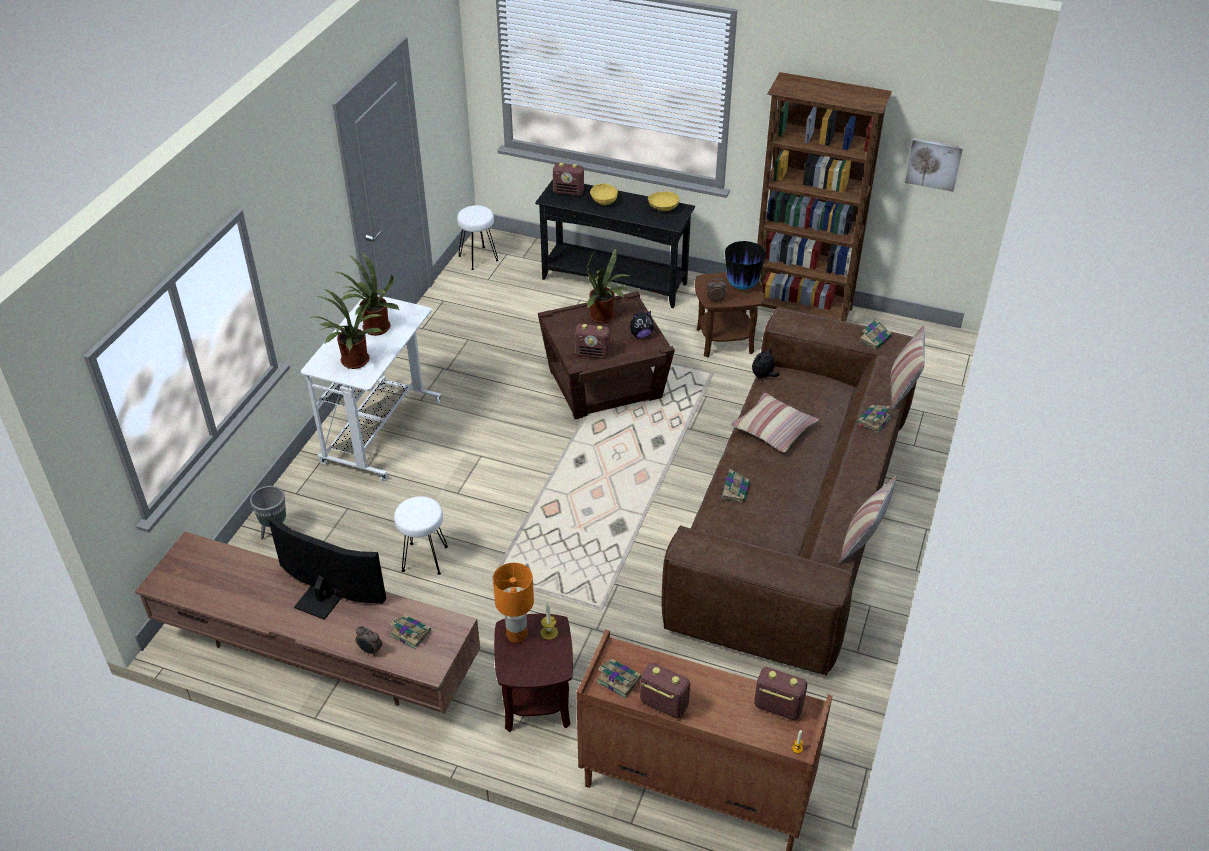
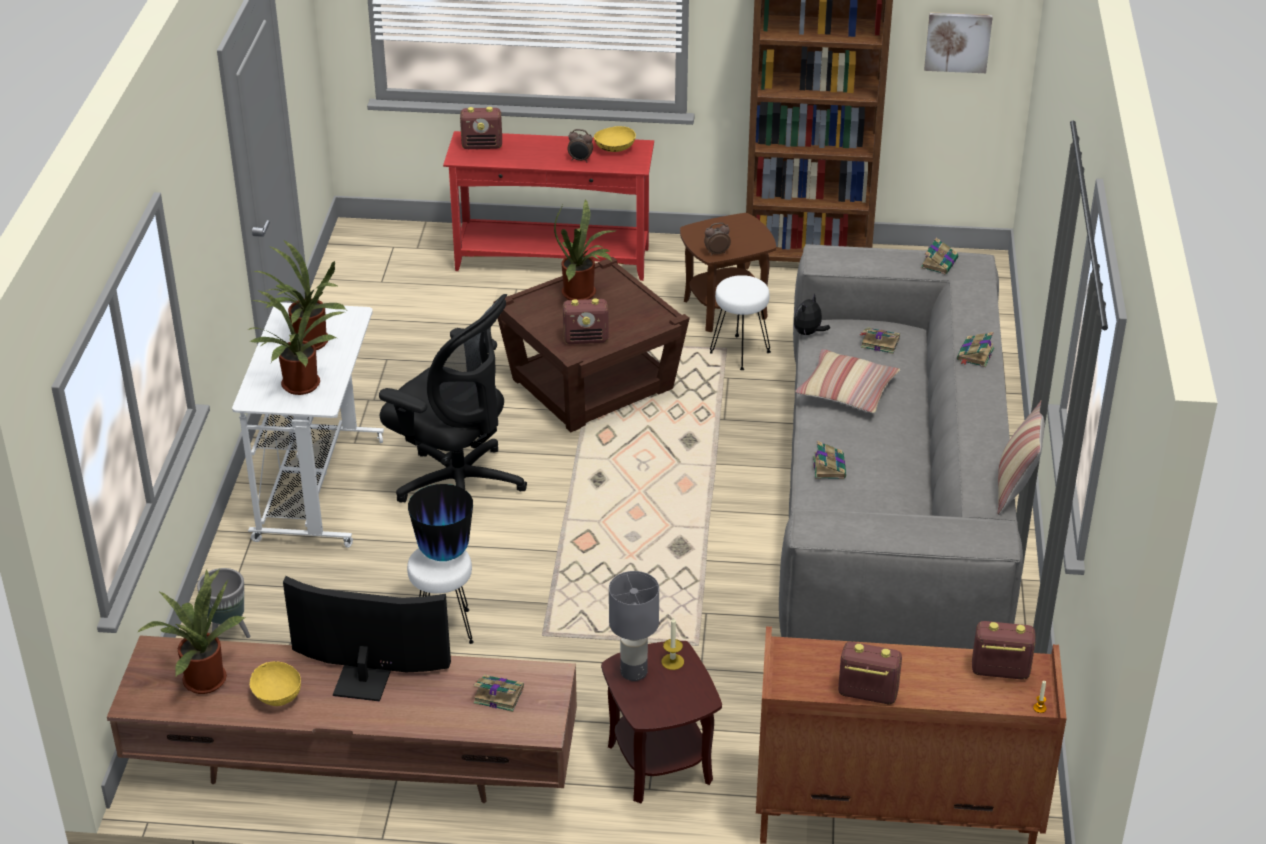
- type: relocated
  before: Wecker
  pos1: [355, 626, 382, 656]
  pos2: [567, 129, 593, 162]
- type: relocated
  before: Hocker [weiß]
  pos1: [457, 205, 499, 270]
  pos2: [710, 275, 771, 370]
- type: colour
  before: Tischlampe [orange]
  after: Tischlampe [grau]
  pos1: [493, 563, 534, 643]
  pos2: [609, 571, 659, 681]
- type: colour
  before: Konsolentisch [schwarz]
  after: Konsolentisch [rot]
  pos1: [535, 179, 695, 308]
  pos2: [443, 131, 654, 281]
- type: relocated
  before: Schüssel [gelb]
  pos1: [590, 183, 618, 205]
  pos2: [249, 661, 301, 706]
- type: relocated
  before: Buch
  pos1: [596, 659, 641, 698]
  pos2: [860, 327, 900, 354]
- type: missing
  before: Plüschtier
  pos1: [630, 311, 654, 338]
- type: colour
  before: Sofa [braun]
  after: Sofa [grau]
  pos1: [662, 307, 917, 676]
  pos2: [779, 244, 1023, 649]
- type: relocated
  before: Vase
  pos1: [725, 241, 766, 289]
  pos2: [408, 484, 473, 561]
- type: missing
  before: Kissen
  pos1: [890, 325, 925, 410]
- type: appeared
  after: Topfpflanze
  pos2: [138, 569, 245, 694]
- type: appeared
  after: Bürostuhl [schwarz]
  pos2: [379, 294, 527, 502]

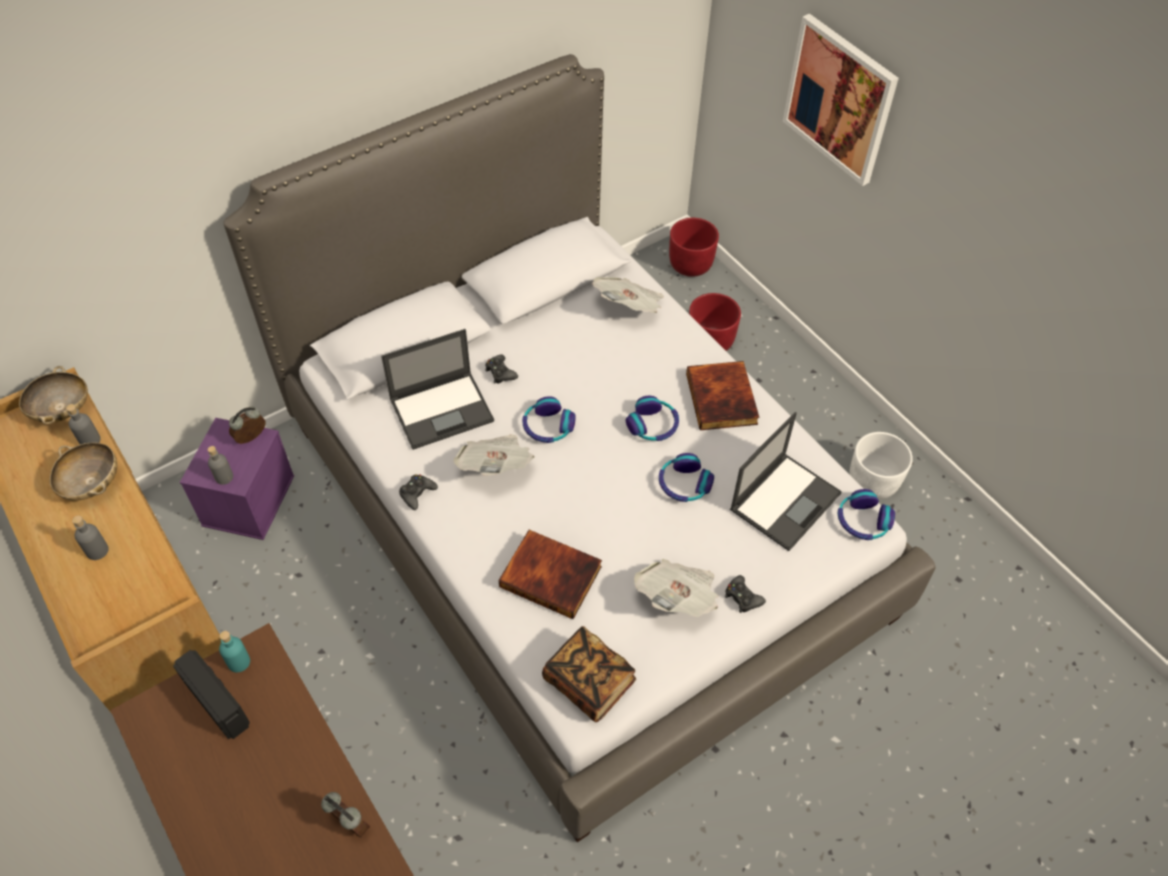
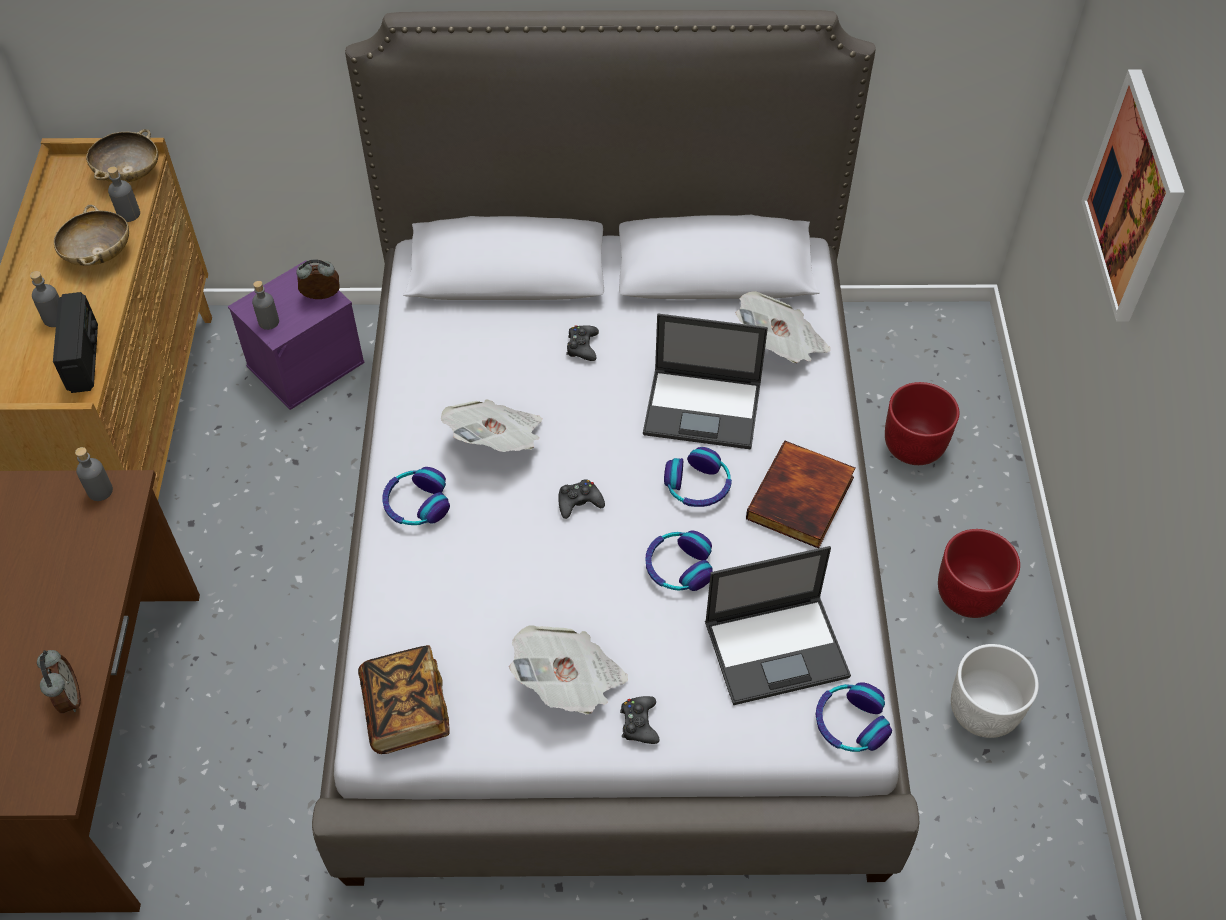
- type: relocated
  before: Radio
  pos1: [173, 650, 250, 739]
  pos2: [53, 292, 98, 393]
- type: colour
  before: Flasche [türkis]
  after: Flasche [grau]
  pos1: [219, 631, 250, 672]
  pos2: [75, 447, 113, 501]
- type: relocated
  before: Laptop
  pos1: [381, 329, 494, 450]
  pos2: [643, 314, 768, 449]
- type: relocated
  before: Gamepad [schwarz]
  pos1: [399, 474, 438, 510]
  pos2: [558, 479, 605, 519]
- type: missing
  before: Buch
  pos1: [499, 530, 602, 619]
- type: relocated
  before: Kopfhörer
  pos1: [522, 396, 576, 443]
  pos2: [382, 467, 450, 525]
- type: relocated
  before: Pflanzkübel [rot]
  pos1: [669, 218, 719, 277]
  pos2: [938, 529, 1020, 618]

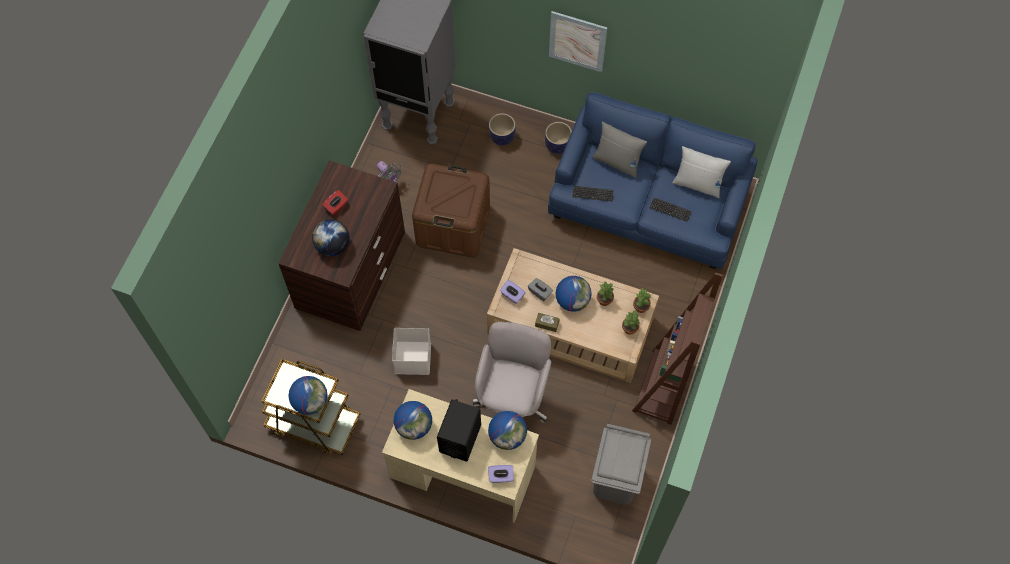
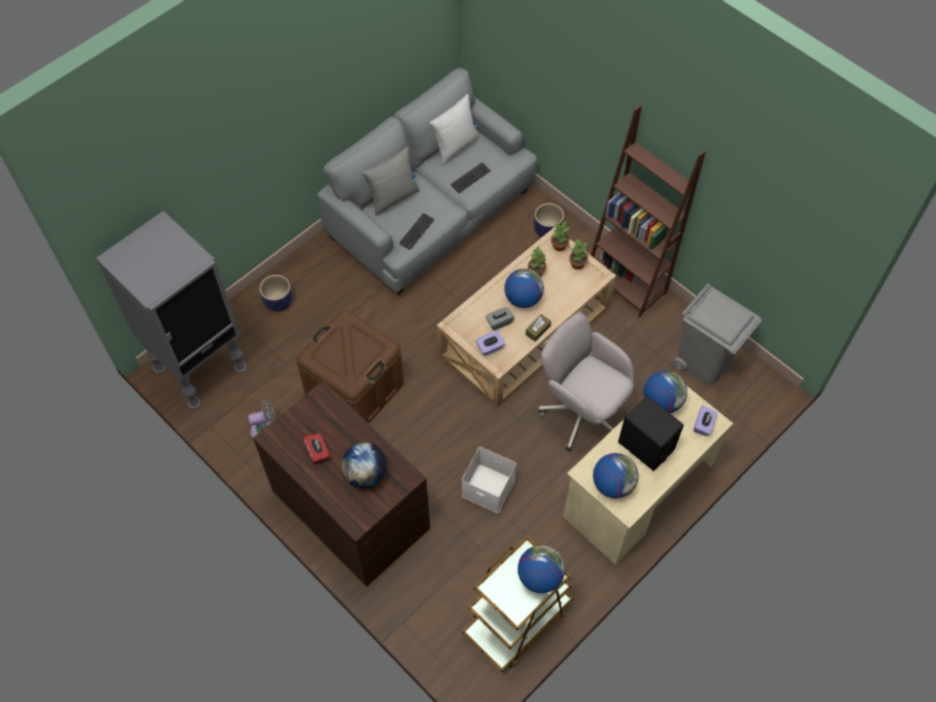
- type: relocated
  before: Pflanzkübel
  pos1: [545, 122, 572, 154]
  pos2: [534, 203, 564, 238]
- type: colour
  before: Sofa [blau]
  after: Sofa [grau]
  pos1: [548, 92, 758, 269]
  pos2: [317, 68, 537, 295]
- type: missing
  before: Bild
  pos1: [549, 11, 607, 72]

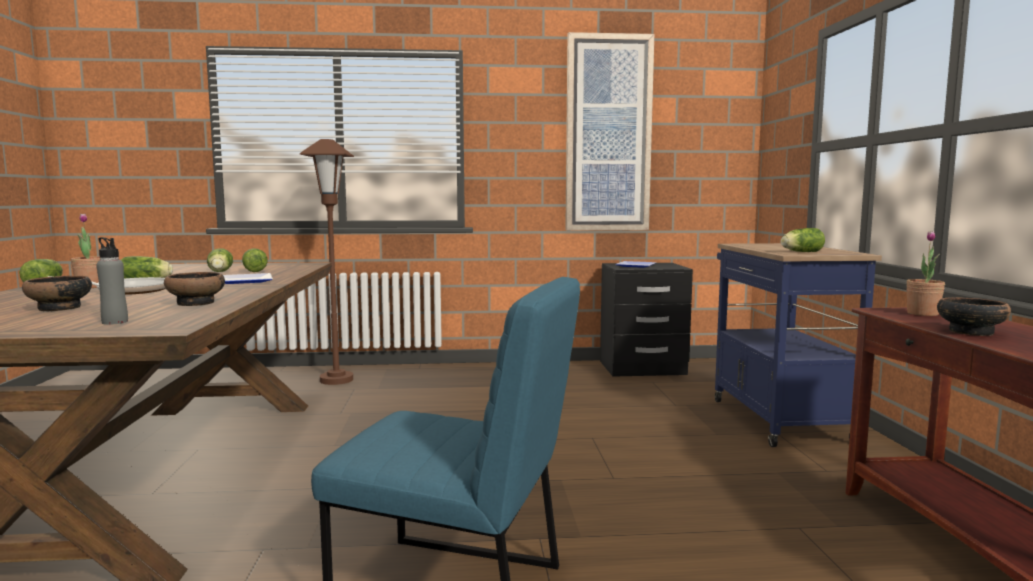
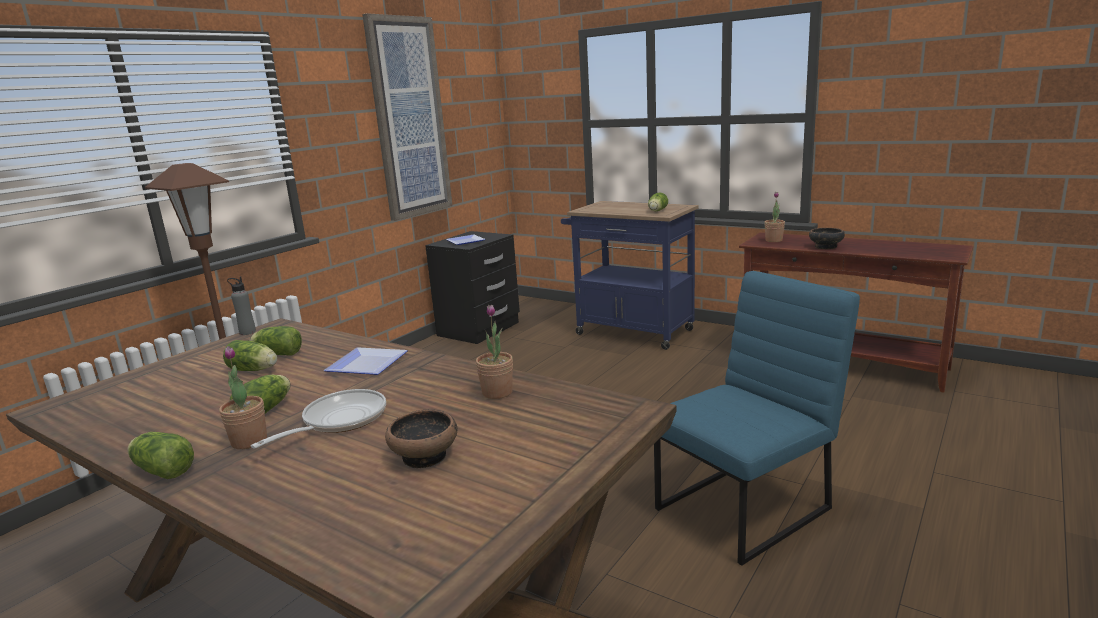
- type: relocated
  before: Flasche [grau]
  pos1: [96, 237, 128, 325]
  pos2: [227, 277, 256, 335]
- type: exchanged
  before: Schüssel
  after: Topfpflanze
  pos1: [164, 272, 225, 306]
  pos2: [476, 305, 513, 399]

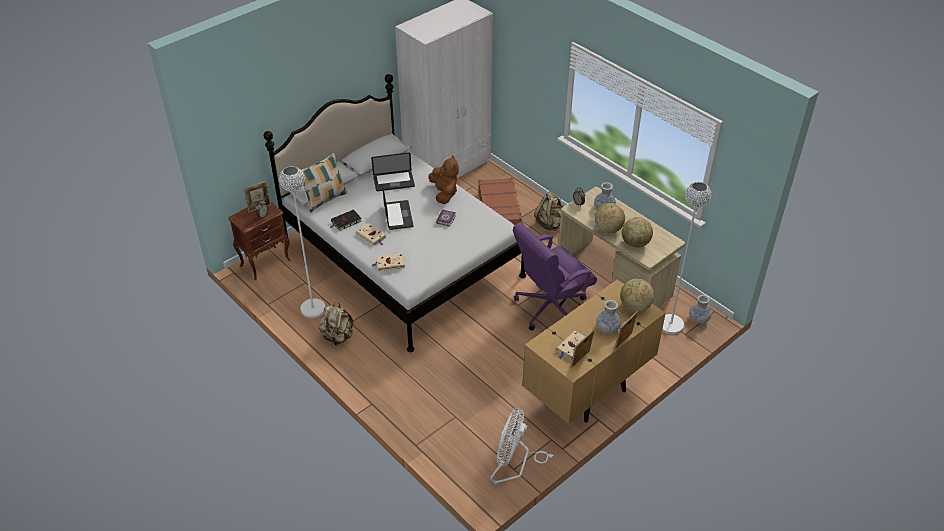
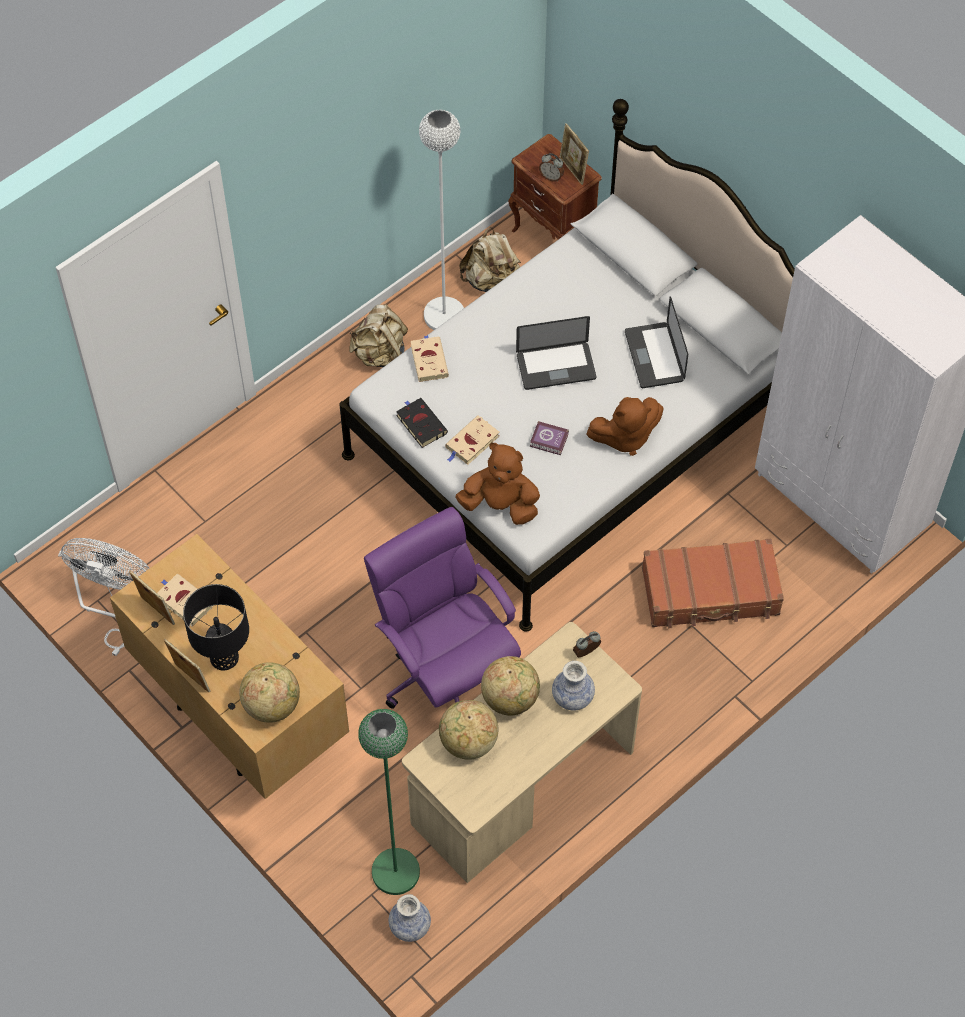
- type: missing
  before: Kissen
  pos1: [301, 153, 347, 213]
- type: relocated
  before: Buch [schwarz]
  pos1: [330, 209, 361, 231]
  pos2: [396, 398, 448, 448]
- type: relocated
  before: Buch [beige]
  pos1: [356, 223, 386, 246]
  pos2: [445, 415, 499, 465]
- type: relocated
  before: Rucksack [beige]
  pos1: [534, 192, 563, 231]
  pos2: [459, 227, 521, 292]
- type: exchanged
  before: Vase
  after: Tischlampe [schwarz]
  pos1: [596, 300, 621, 333]
  pos2: [183, 584, 249, 670]
- type: colour
  before: Stehlampe [weiß]
  after: Stehlampe [grün]
  pos1: [662, 182, 711, 334]
  pos2: [358, 709, 420, 895]
- type: appeared
  after: Plüschtier [braun]
  pos2: [455, 443, 540, 525]

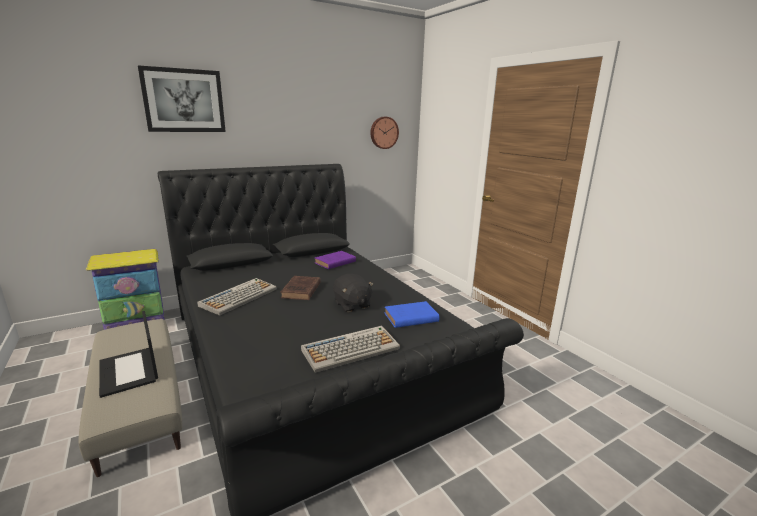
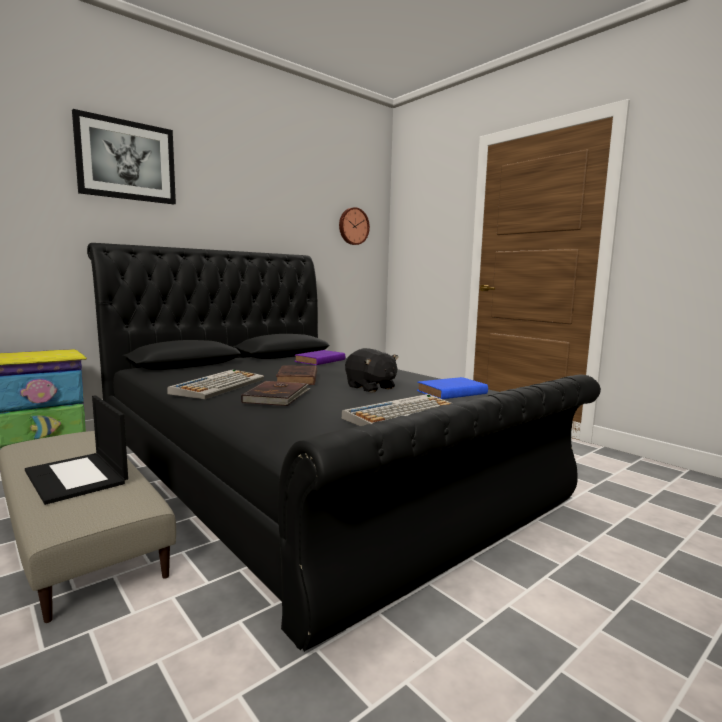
- type: appeared
  after: Buch [braun]
  pos2: [241, 381, 311, 406]

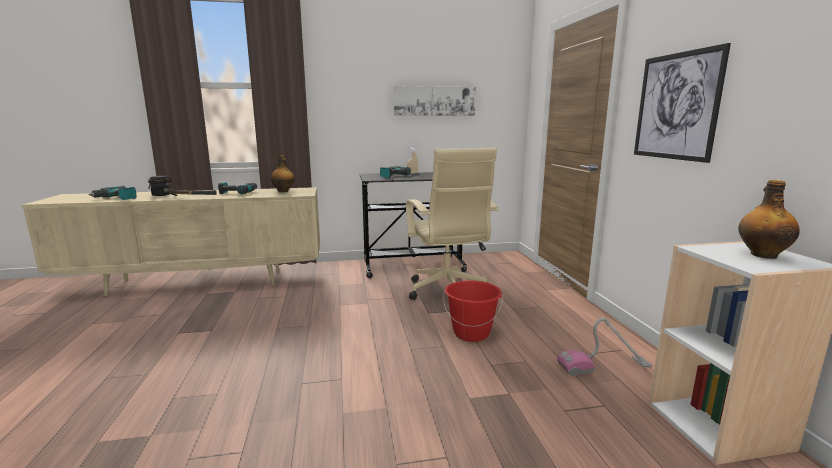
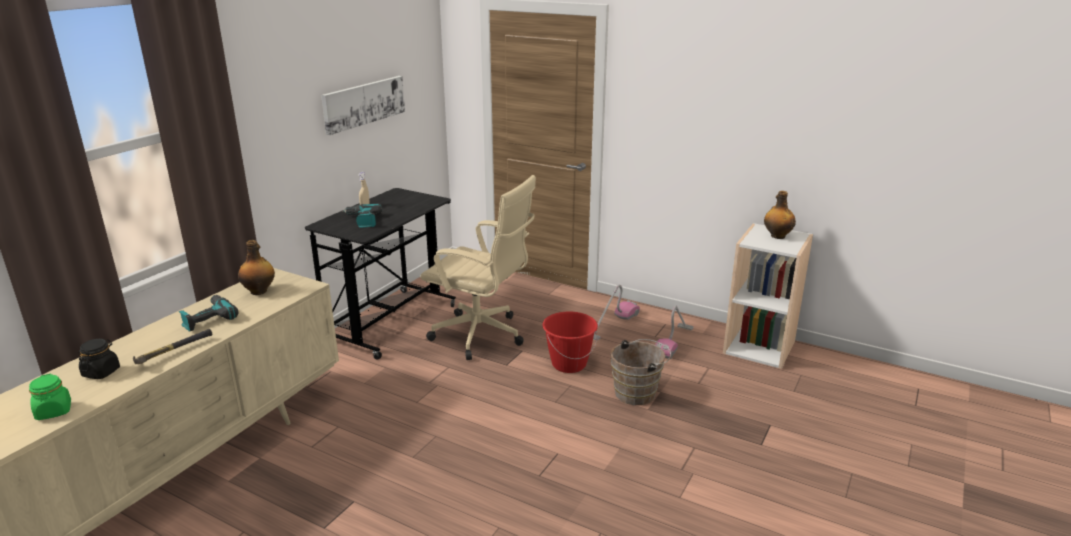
- type: exchanged
  before: Bohrmaschine
  after: Vorratsglas [grün]
  pos1: [88, 186, 137, 200]
  pos2: [29, 374, 71, 420]
- type: missing
  before: Bild
  pos1: [634, 43, 731, 163]
- type: appeared
  after: Staubsauger
  pos2: [593, 285, 640, 340]
- type: appeared
  after: Eimer [braun]
  pos2: [610, 339, 671, 405]

